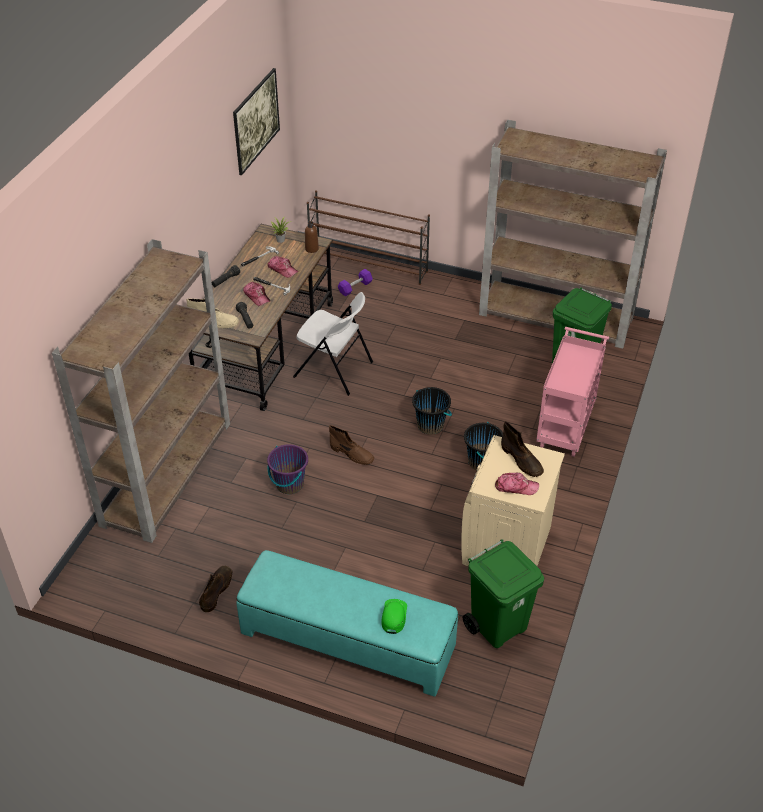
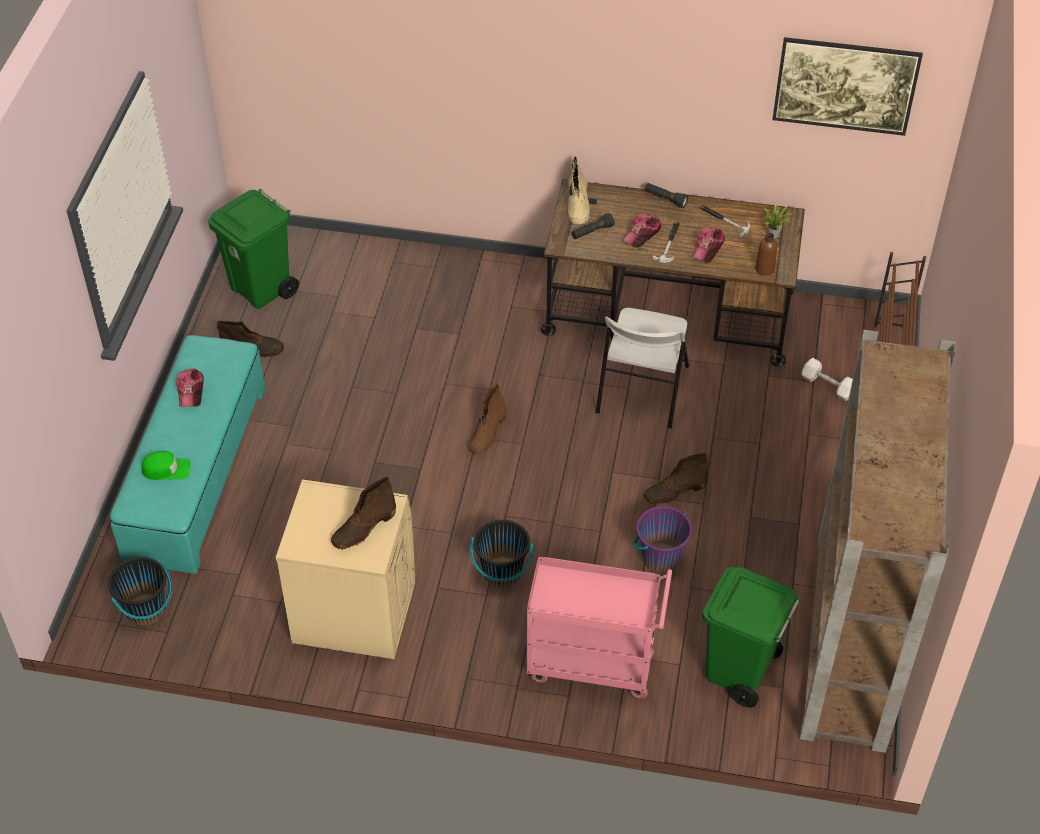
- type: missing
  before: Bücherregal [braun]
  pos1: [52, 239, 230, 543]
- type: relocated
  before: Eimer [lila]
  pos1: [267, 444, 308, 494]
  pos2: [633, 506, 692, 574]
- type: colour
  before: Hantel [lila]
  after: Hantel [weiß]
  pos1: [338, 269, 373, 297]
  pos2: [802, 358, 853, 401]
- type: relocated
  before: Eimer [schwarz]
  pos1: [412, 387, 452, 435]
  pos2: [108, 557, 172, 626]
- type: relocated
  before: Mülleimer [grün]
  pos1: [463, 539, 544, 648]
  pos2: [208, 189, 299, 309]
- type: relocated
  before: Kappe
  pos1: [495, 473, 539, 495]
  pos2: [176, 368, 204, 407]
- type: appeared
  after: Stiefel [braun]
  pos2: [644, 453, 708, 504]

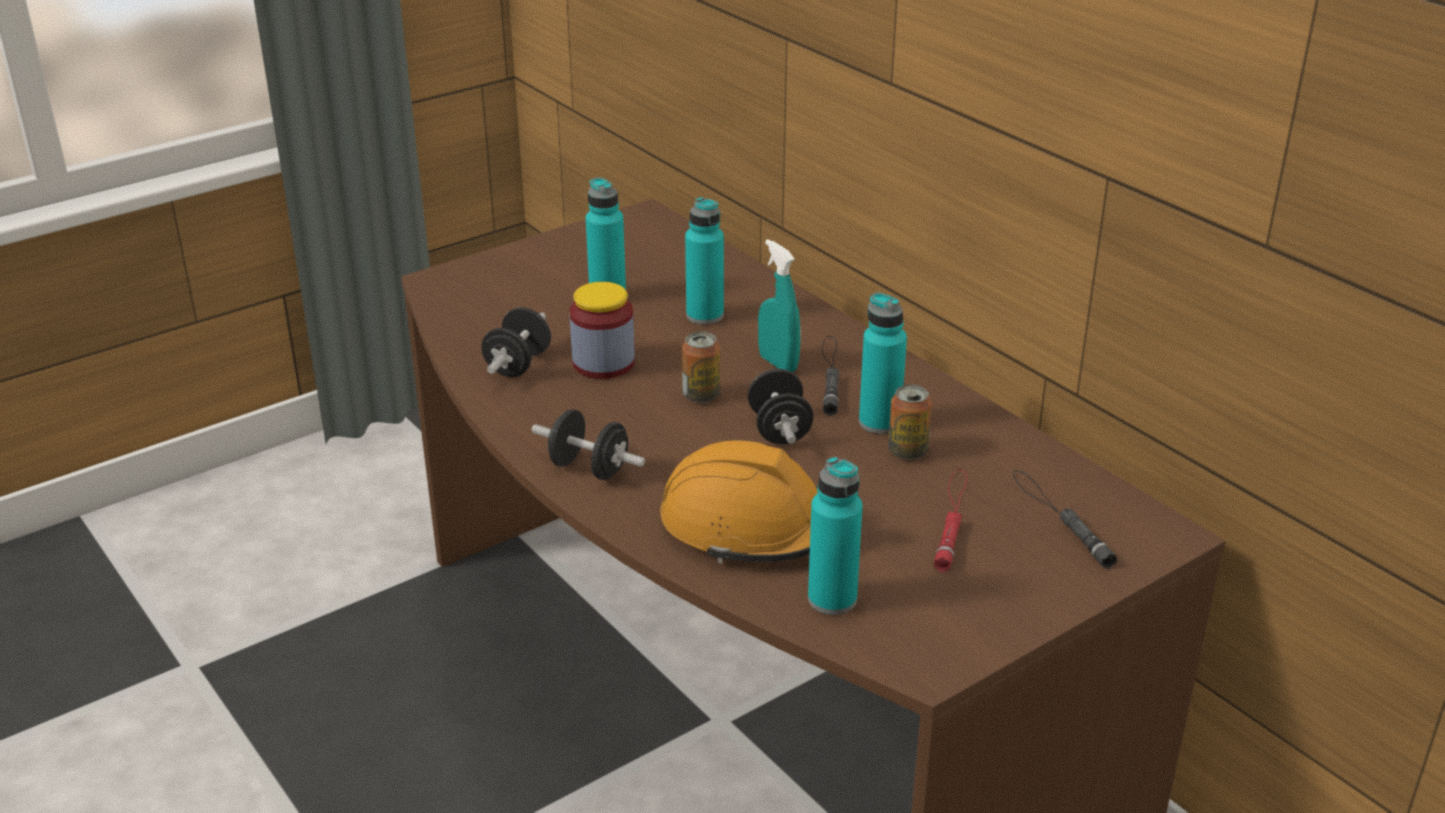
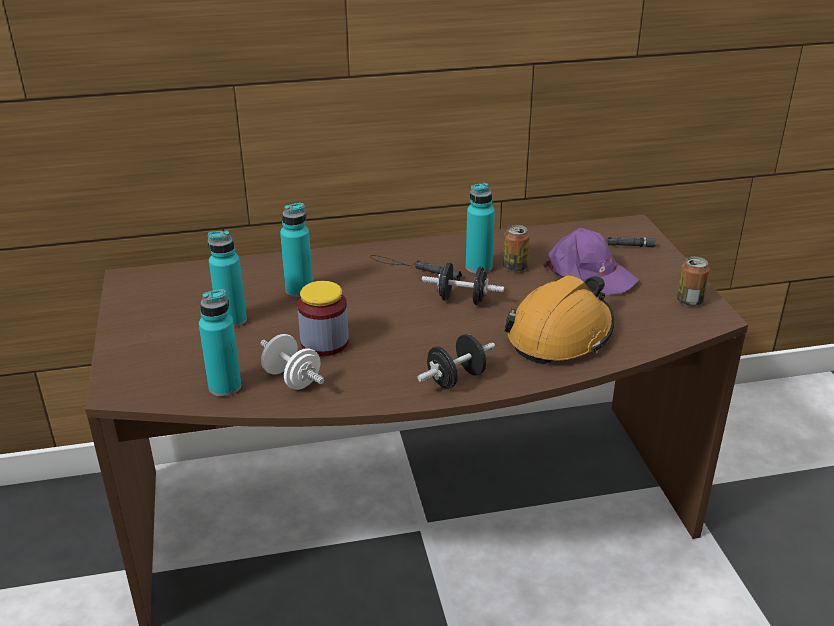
- type: colour
  before: Hantel [schwarz]
  after: Hantel [weiß]
  pos1: [481, 307, 551, 377]
  pos2: [260, 334, 324, 390]
- type: relocated
  before: Dose
  pos1: [682, 331, 720, 403]
  pos2: [677, 256, 710, 306]
- type: missing
  before: Sprühflasche [türkis]
  pos1: [758, 239, 800, 372]
- type: relocated
  before: Flasche [türkis]
  pos1: [808, 457, 863, 615]
  pos2: [199, 289, 241, 397]
- type: exchanged
  before: Taschenlampe [rot]
  after: Kappe [lila]
  pos1: [934, 469, 967, 572]
  pos2: [543, 228, 639, 295]

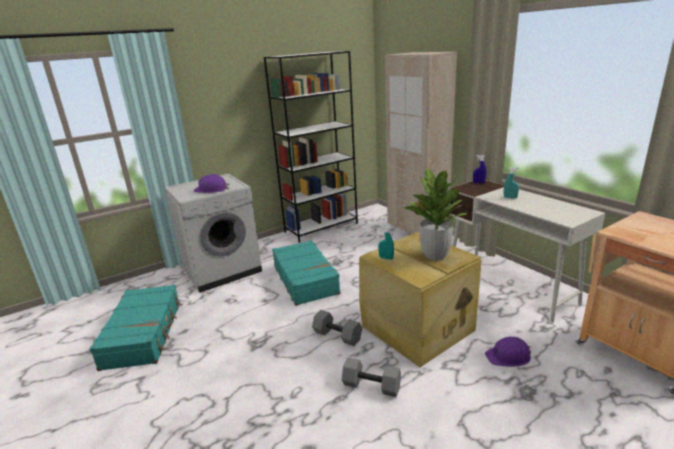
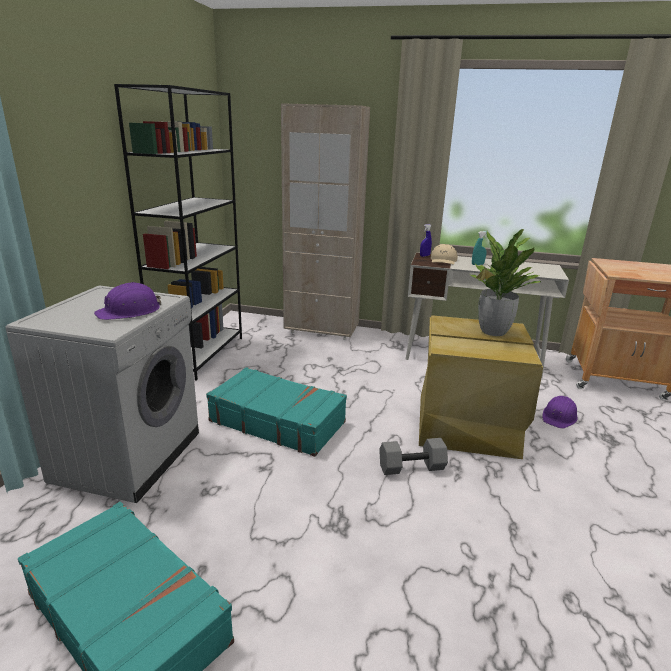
- type: missing
  before: Hantel [grau]
  pos1: [342, 357, 401, 397]
- type: missing
  before: Sprühflasche [türkis]
  pos1: [378, 224, 394, 260]
- type: appeared
  after: Kappe [beige]
  pos2: [431, 244, 458, 265]

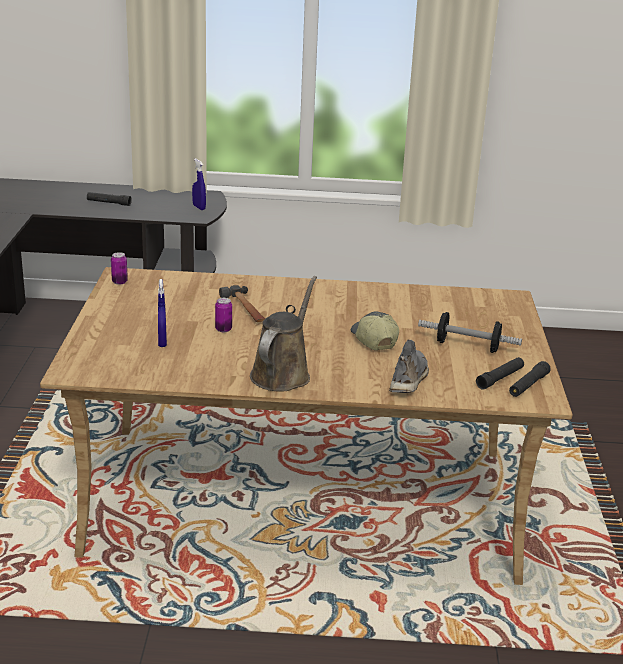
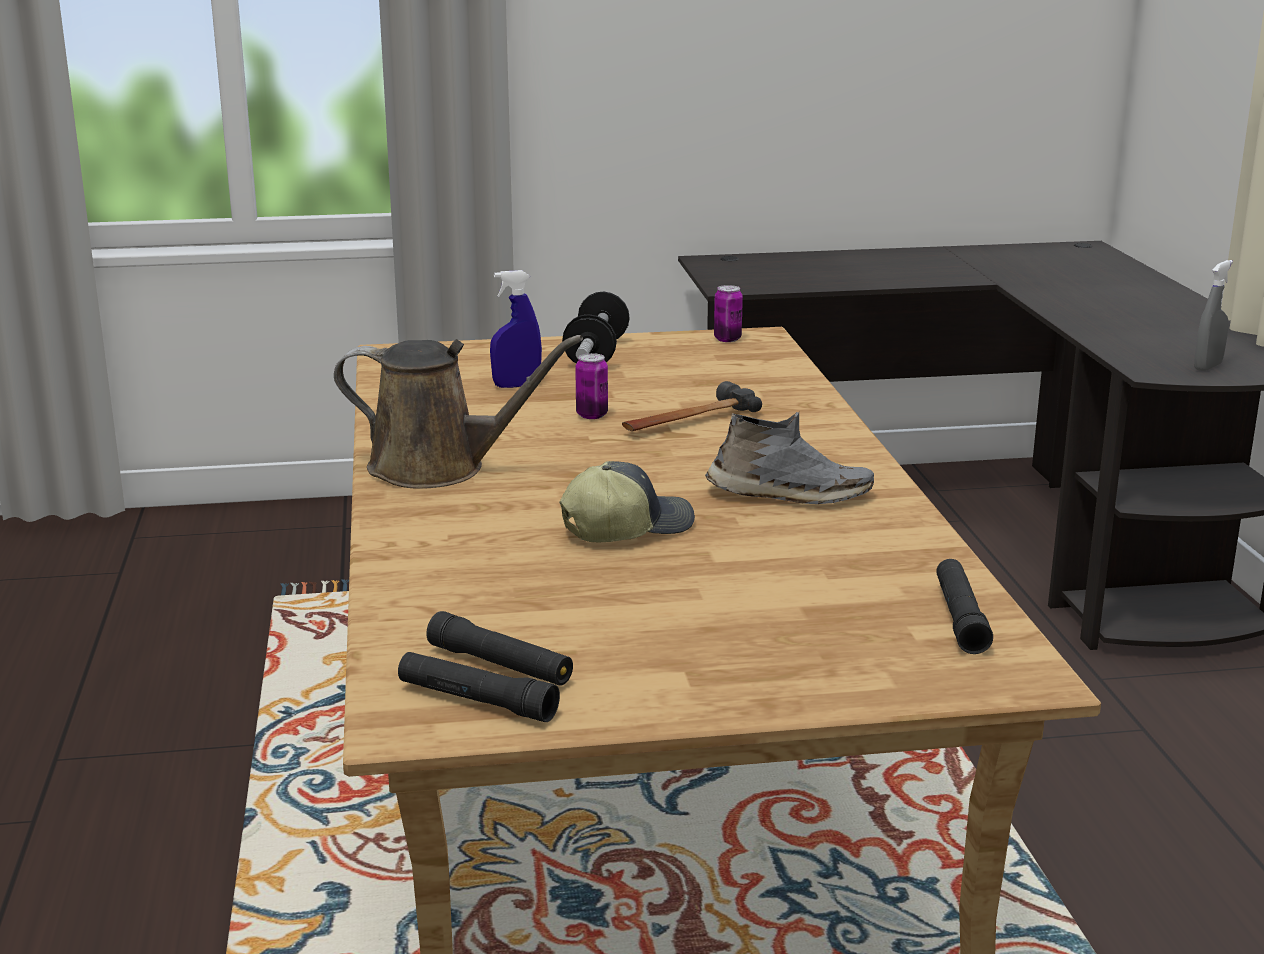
- type: relocated
  before: Taschenlampe [schwarz]
  pos1: [87, 192, 132, 206]
  pos2: [936, 559, 993, 654]
- type: colour
  before: Sprühflasche [blau]
  after: Sprühflasche [grau]
  pos1: [192, 159, 206, 210]
  pos2: [1194, 260, 1233, 371]
- type: relocated
  before: Schuh [grau]
  pos1: [389, 340, 429, 393]
  pos2: [705, 412, 874, 504]
- type: relocated
  before: Hantel
  pos1: [418, 312, 522, 353]
  pos2: [562, 291, 630, 364]

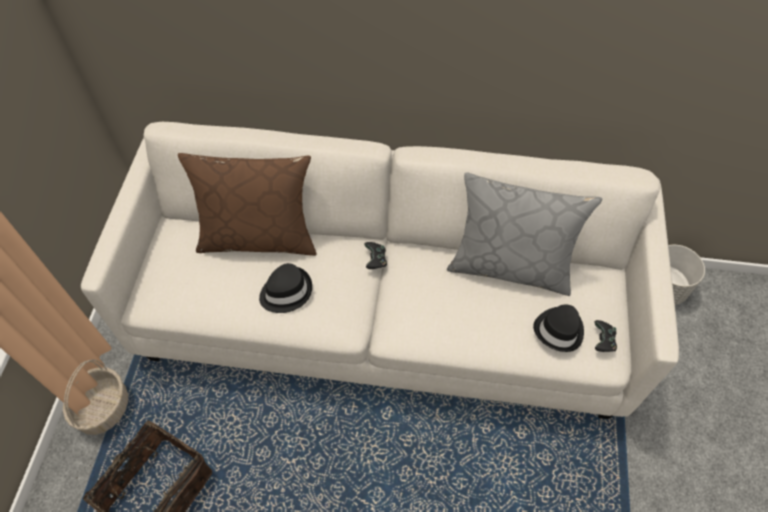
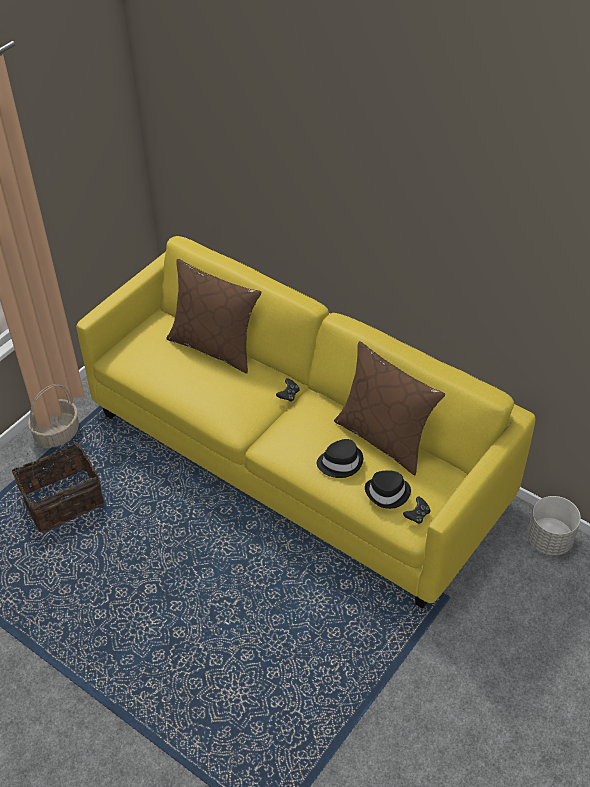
- type: colour
  before: Sofa [weiß]
  after: Sofa [gelb]
  pos1: [81, 122, 679, 419]
  pos2: [76, 236, 536, 609]
- type: relocated
  before: Hut [schwarz]
  pos1: [259, 263, 312, 313]
  pos2: [317, 439, 363, 478]
- type: colour
  before: Kissen [grau]
  after: Kissen [braun]
  pos1: [447, 173, 602, 296]
  pos2: [334, 341, 445, 476]

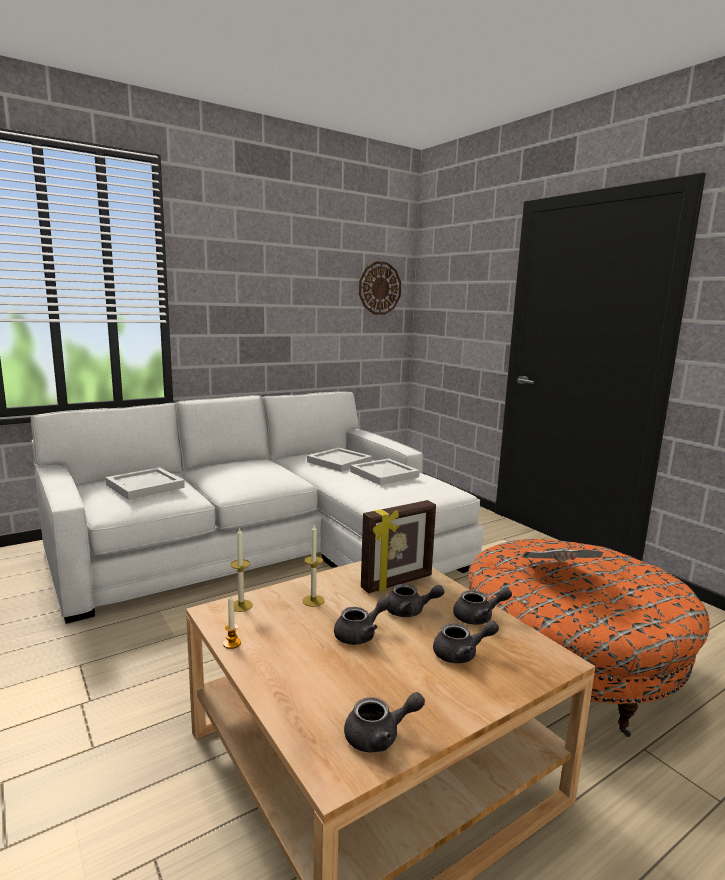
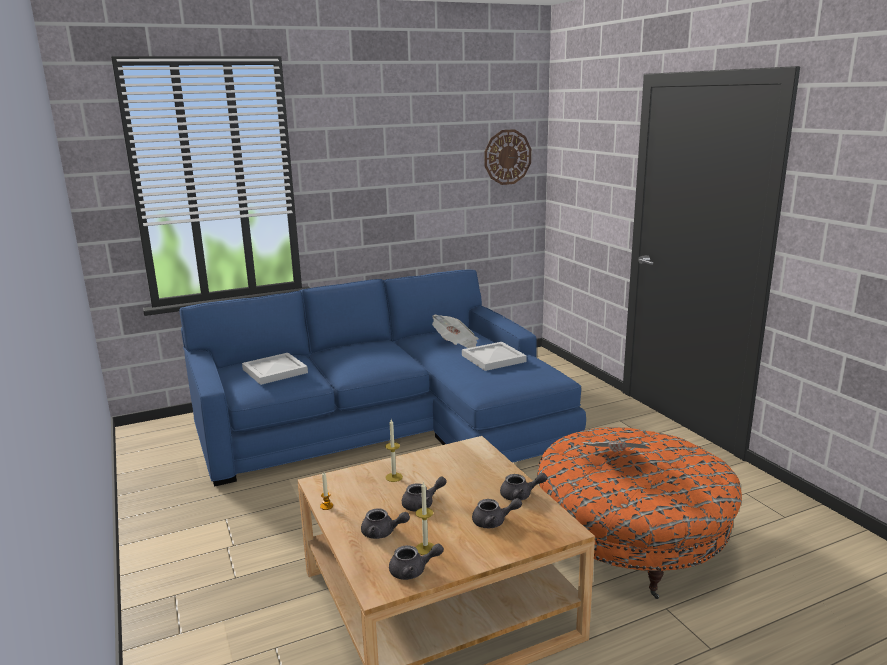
- type: colour
  before: Sofa [weiß]
  after: Sofa [blau]
  pos1: [31, 391, 484, 624]
  pos2: [179, 270, 586, 487]
- type: relocated
  before: Kerze
  pos1: [230, 527, 253, 612]
  pos2: [415, 482, 434, 555]
- type: exchanged
  before: Tablett [weiß]
  after: Zeitung
  pos1: [307, 448, 372, 472]
  pos2: [432, 315, 478, 348]
- type: missing
  before: Bilderrahmen
  pos1: [361, 500, 436, 593]
- type: relocated
  before: Teekanne [grau]
  pos1: [387, 584, 445, 617]
  pos2: [361, 508, 410, 539]

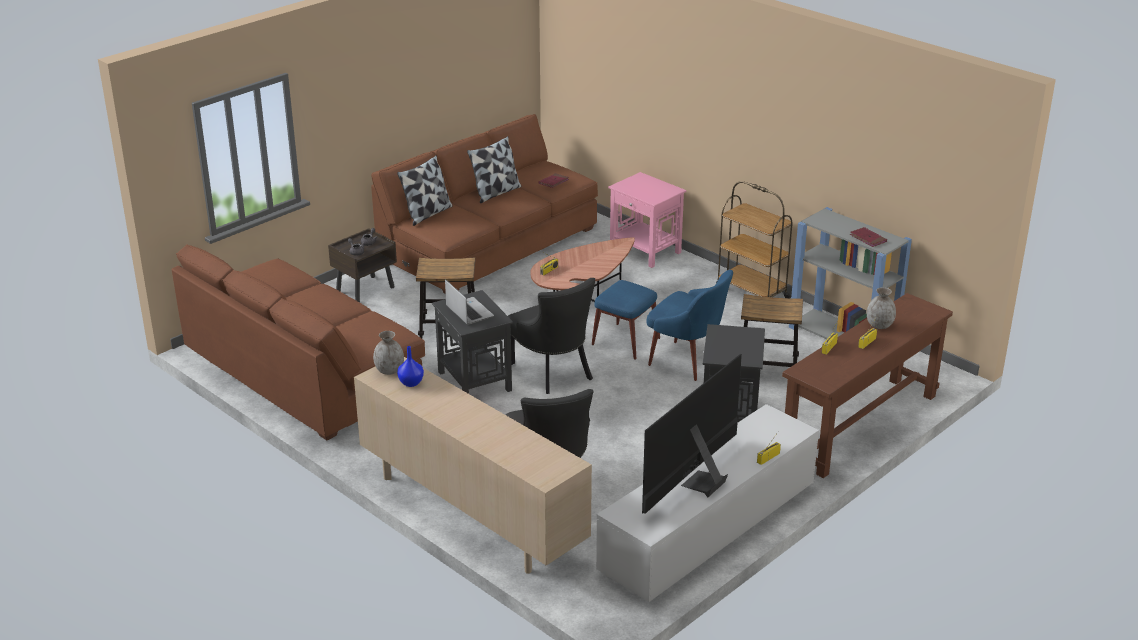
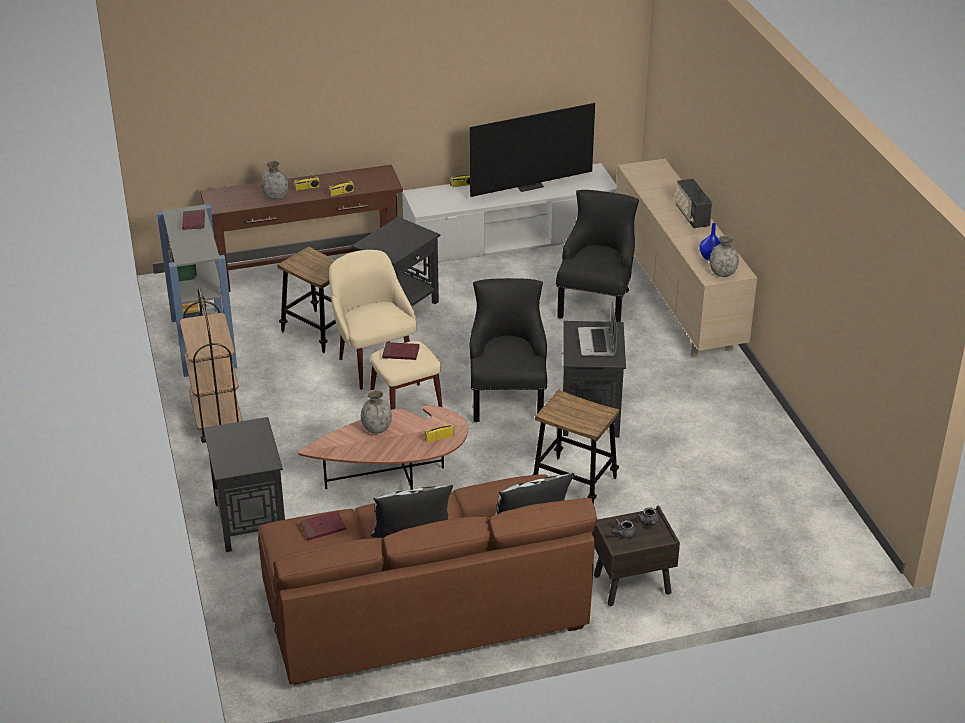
- type: missing
  before: Sofa [braun]
  pos1: [172, 245, 425, 441]
- type: colour
  before: Sessel [blau]
  after: Sessel [beige]
  pos1: [592, 270, 733, 381]
  pos2: [329, 250, 442, 410]
- type: colour
  before: Beistelltisch [rosa]
  after: Beistelltisch [schwarz]
  pos1: [608, 172, 687, 268]
  pos2: [203, 417, 285, 552]
- type: appeared
  after: Vase [grau]
  pos2: [361, 390, 392, 434]
- type: appeared
  after: Buch [rot]
  pos2: [382, 342, 420, 360]
- type: appeared
  after: Radio
  pos2: [675, 179, 712, 228]

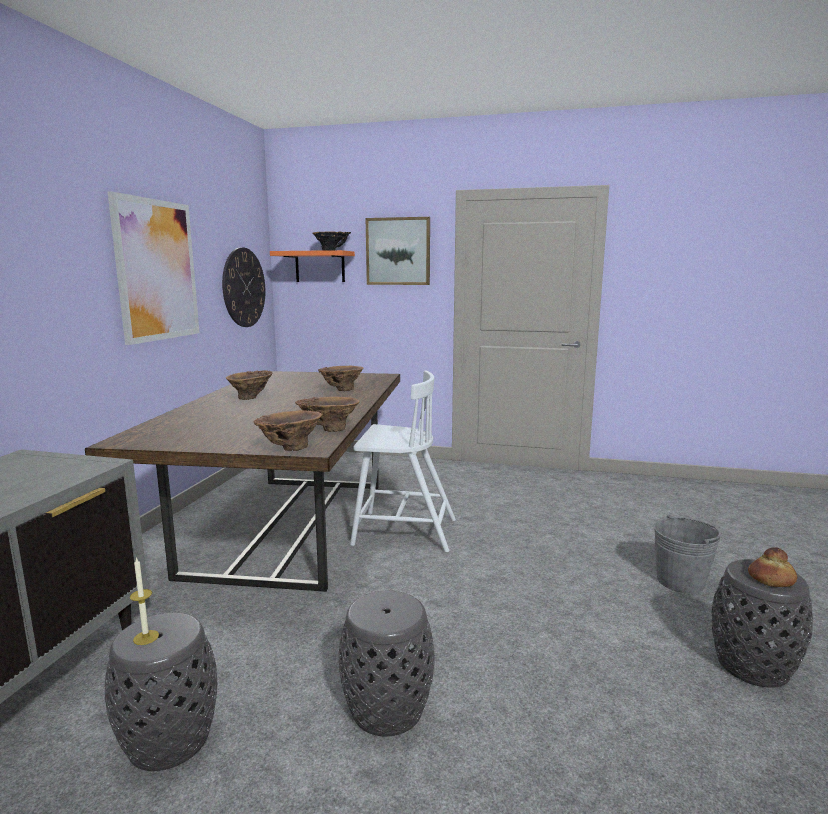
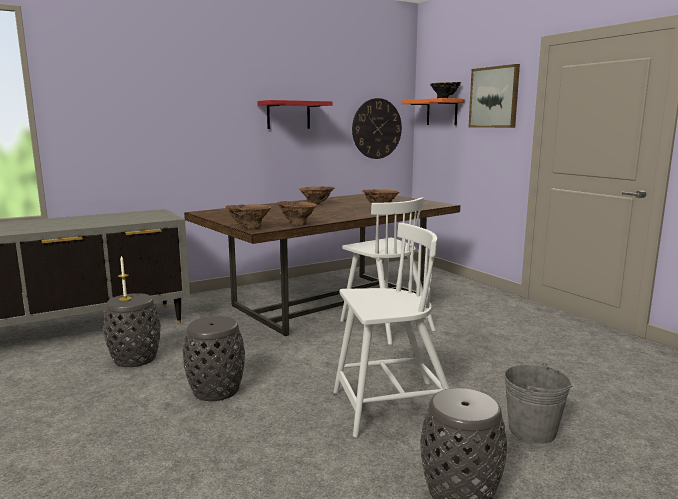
- type: exchanged
  before: Bild
  after: Wandregal [rot]
  pos1: [108, 191, 200, 345]
  pos2: [257, 100, 332, 129]
- type: missing
  before: Brot
  pos1: [748, 547, 797, 587]
- type: appeared
  after: Stuhl [weiß]
  pos2: [333, 223, 450, 438]

